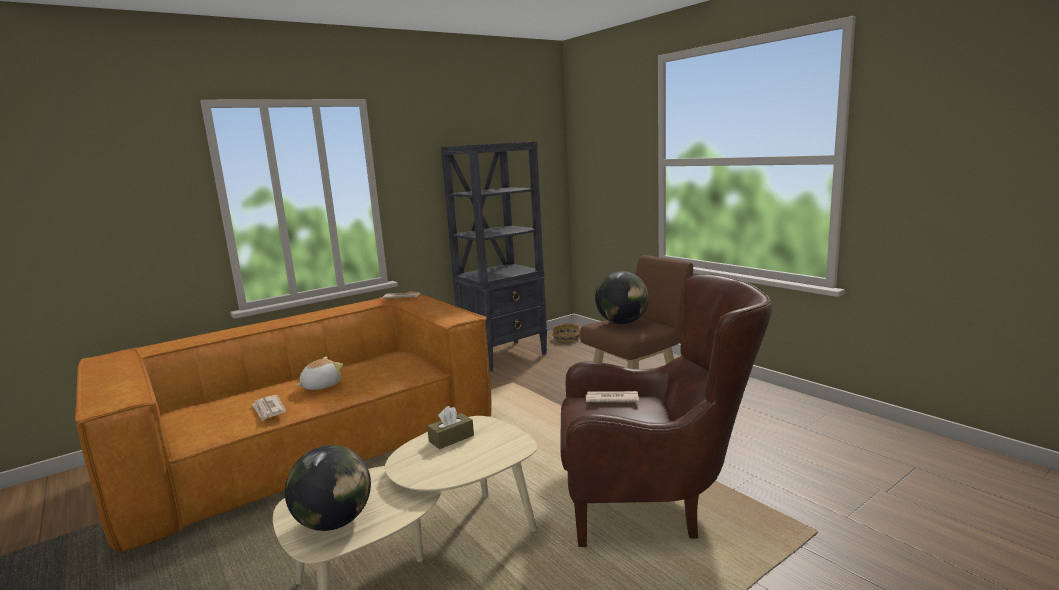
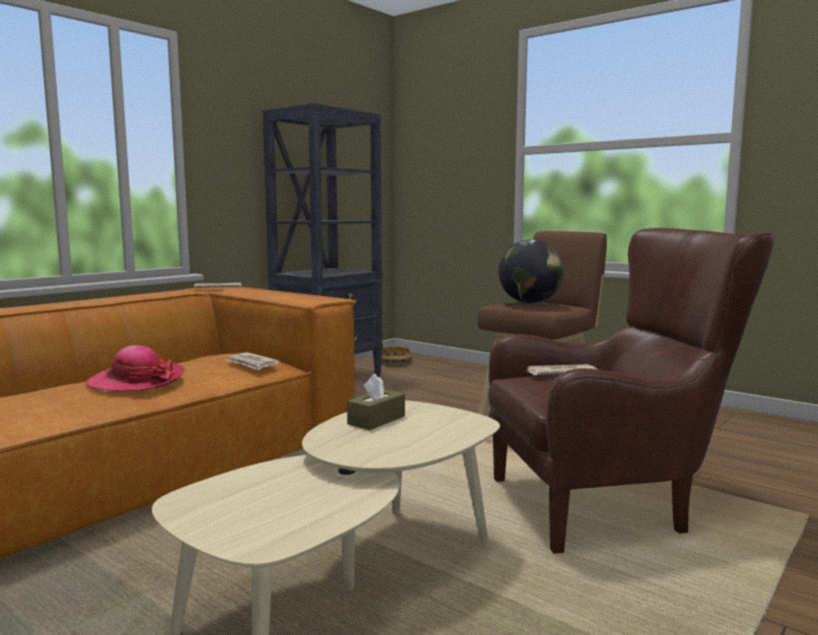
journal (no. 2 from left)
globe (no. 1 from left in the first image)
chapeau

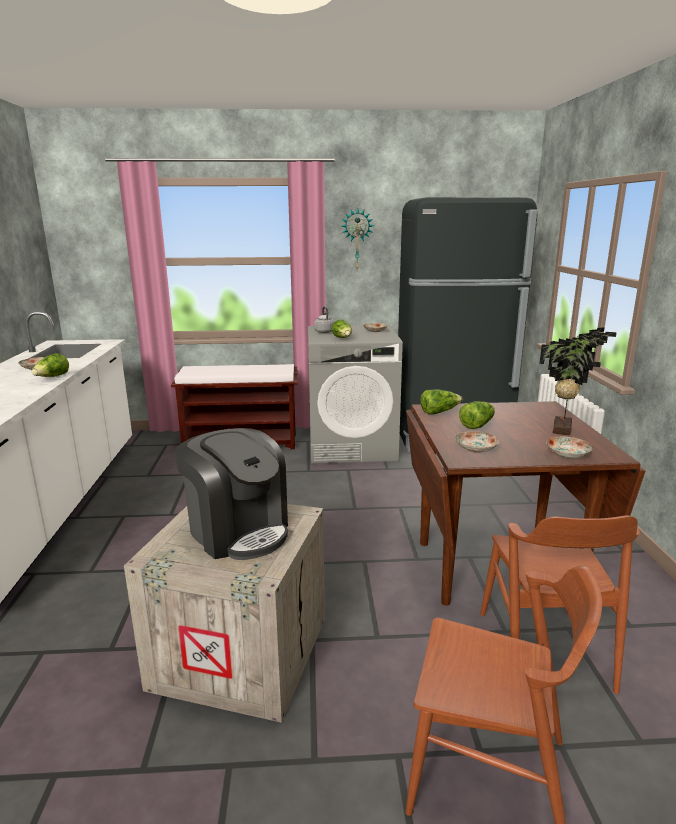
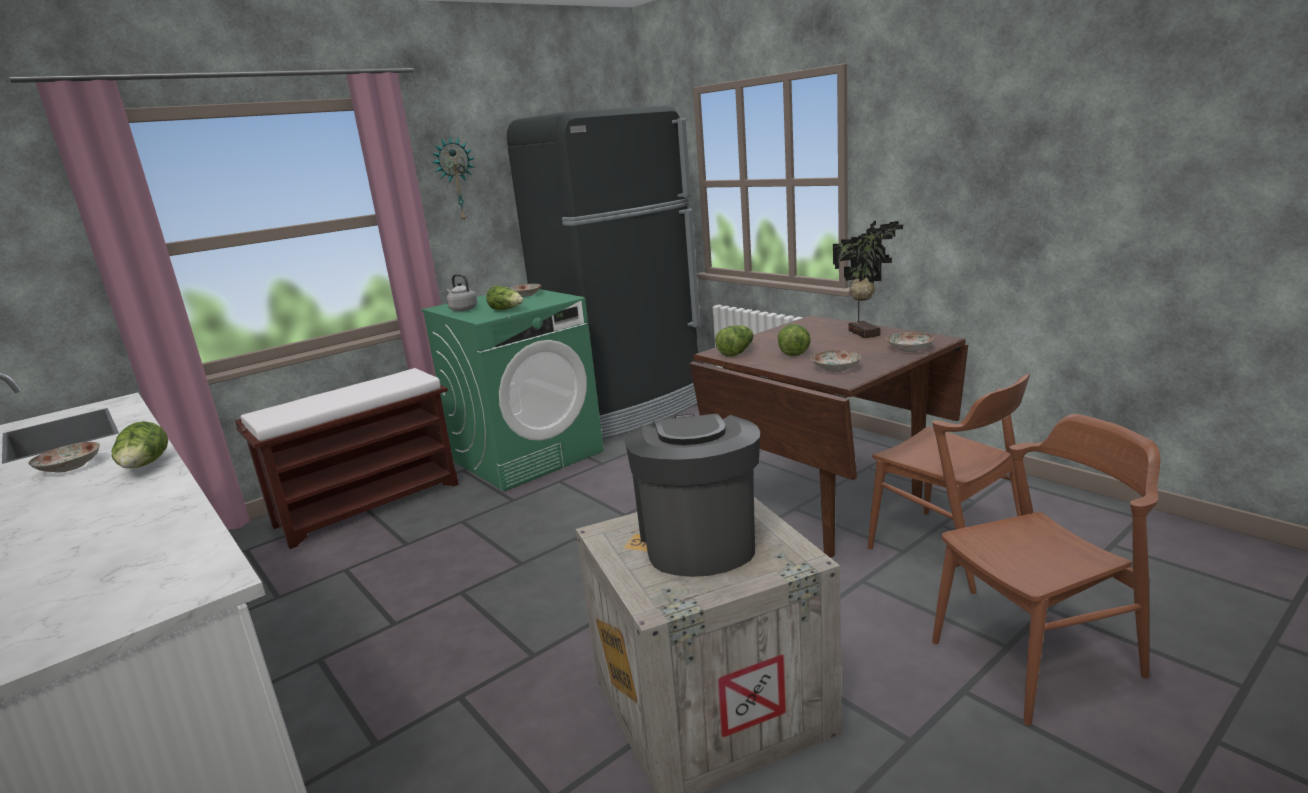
machine à café
lave-linge (vert)

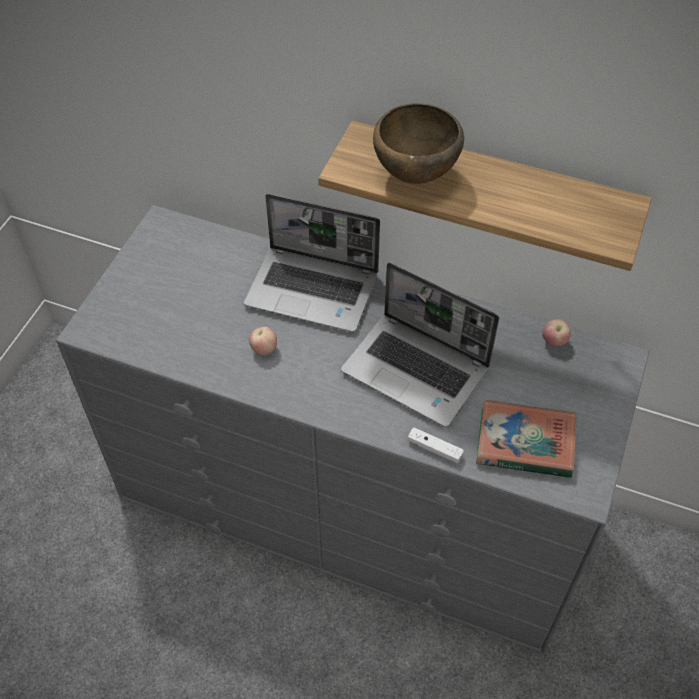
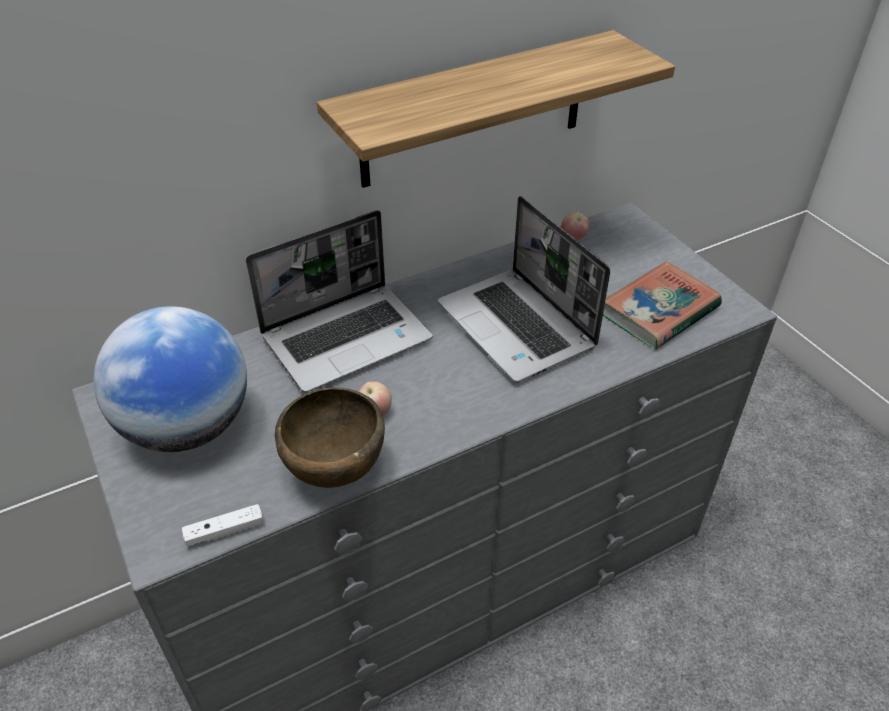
ordinateur portable (no. 2 from left)
bol (marron)
manette (blanc)
globe

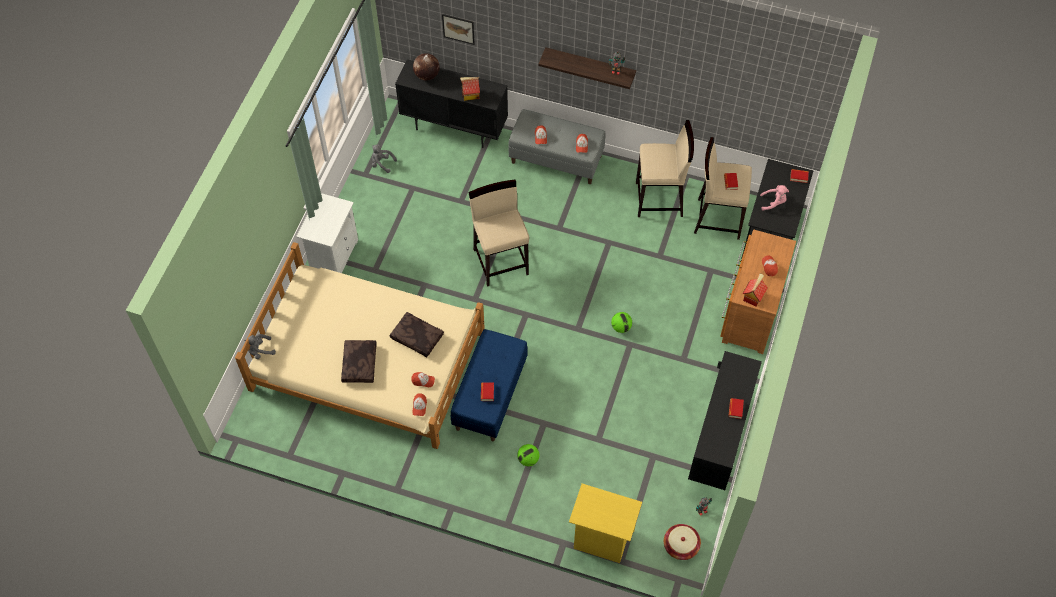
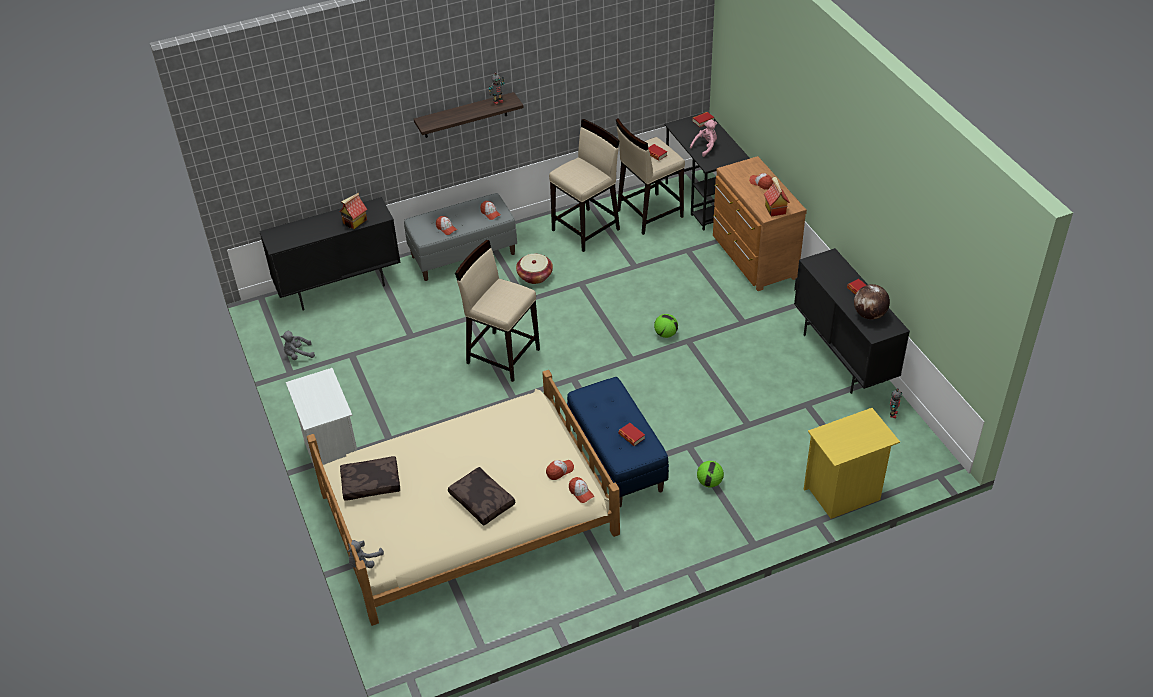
coussin (marron) (no. 1 from left)
globe
tableau
panier

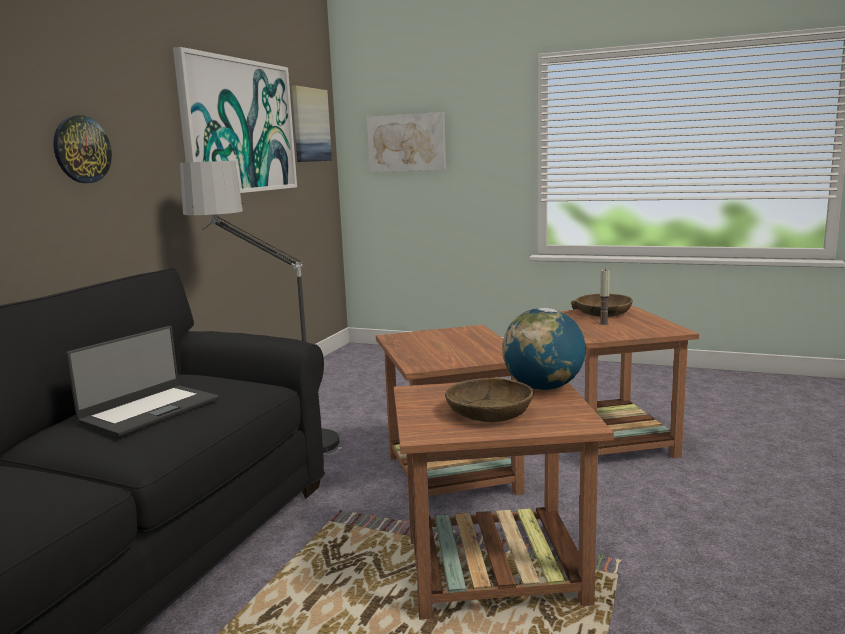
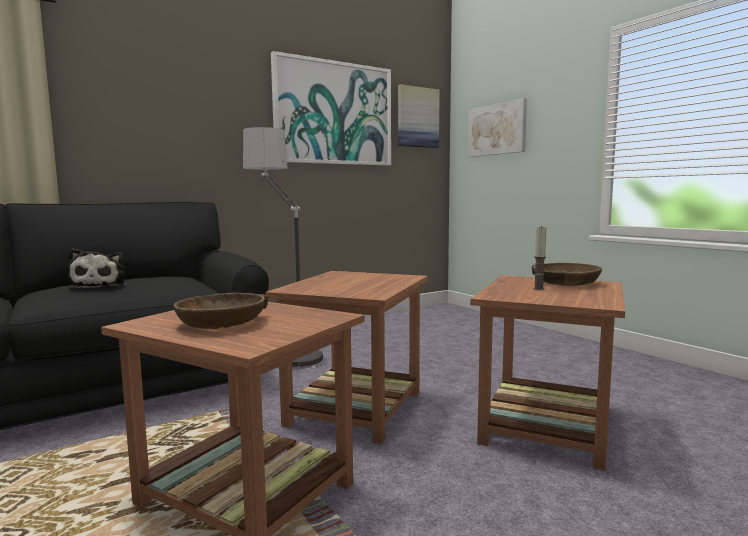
horloge murale
peluche
globe

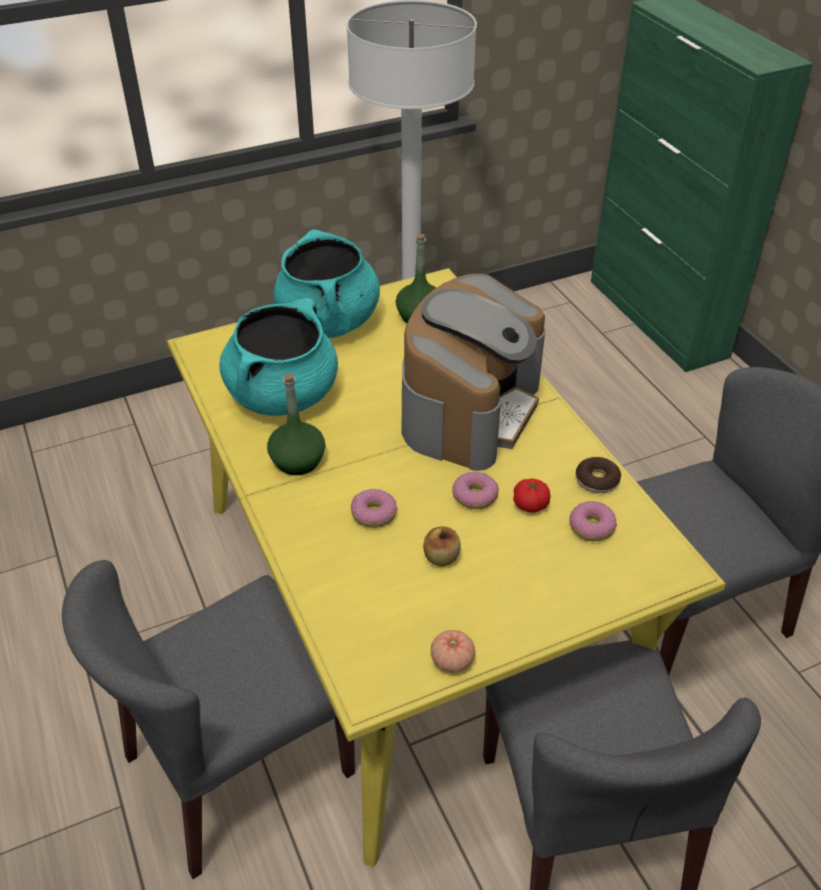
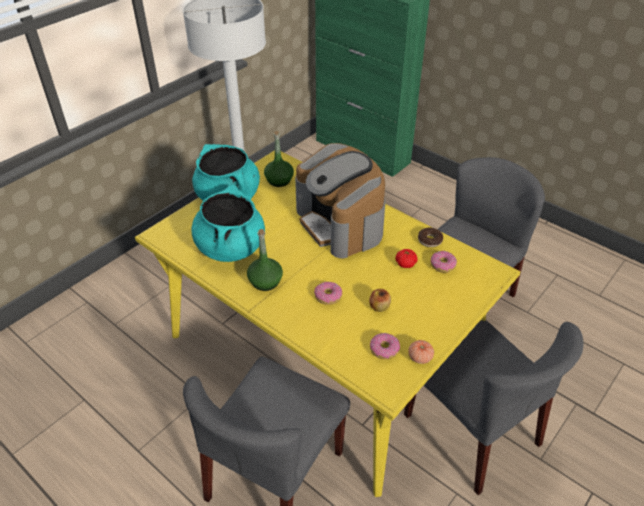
machine à café
beignet (no. 2 from left)

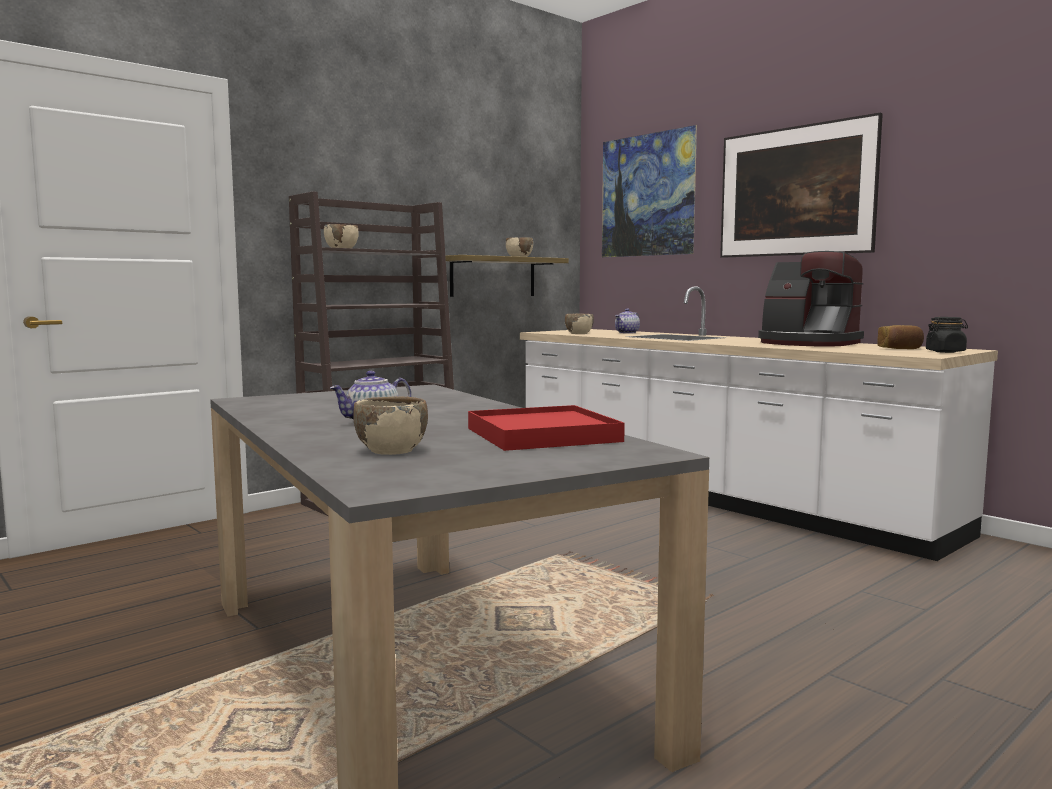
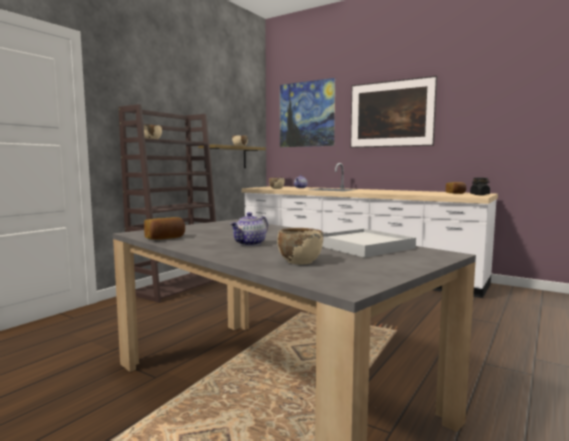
plateau (blanc)
machine à café
pain (no. 1 from left)

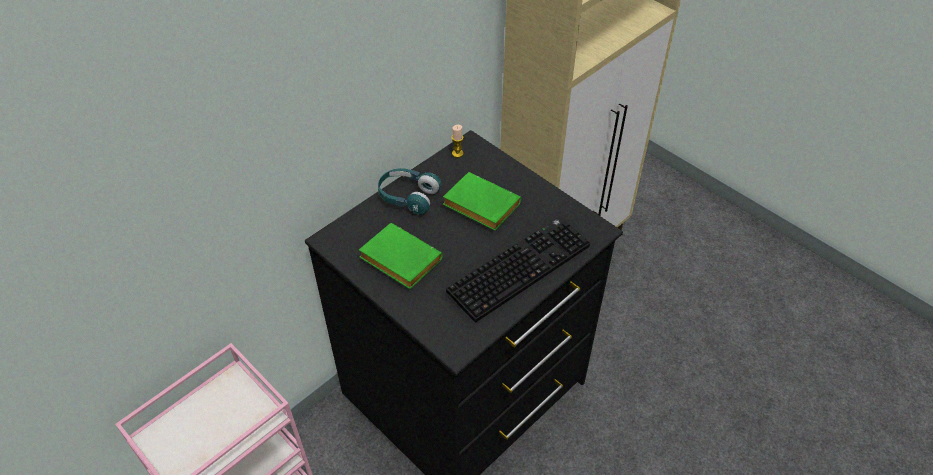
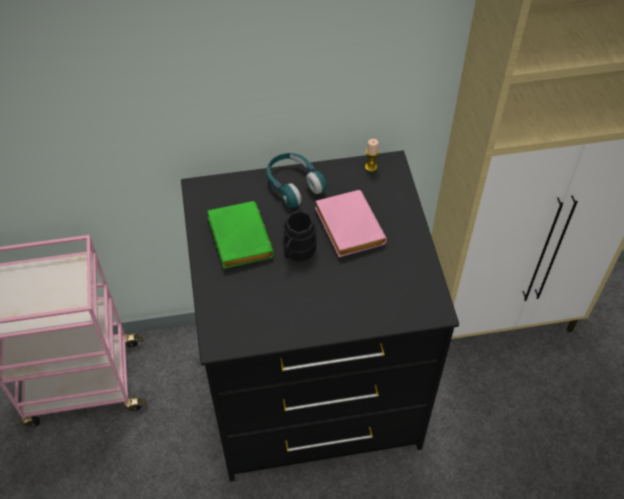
livre (rose)
clavier
mug (noir)

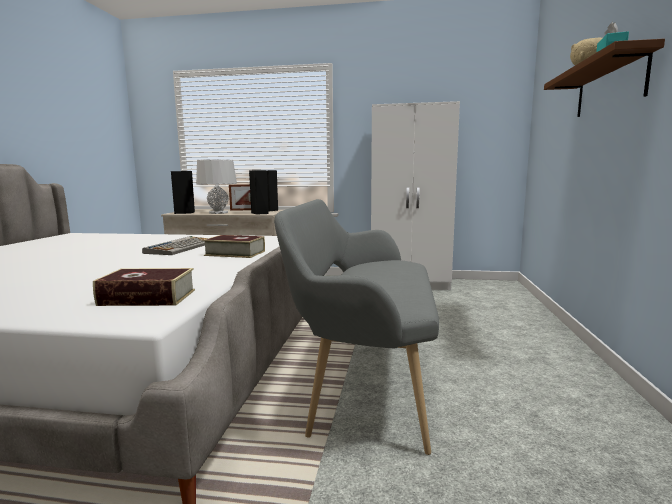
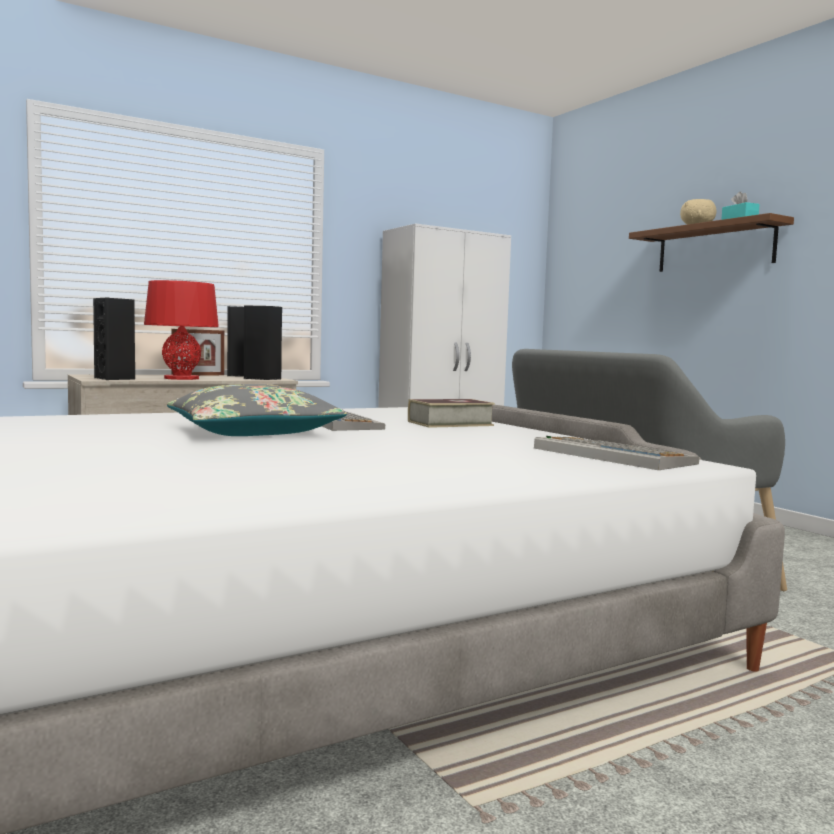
clavier (no. 2 from left)
lampe de table (rouge)
coussin (gris)

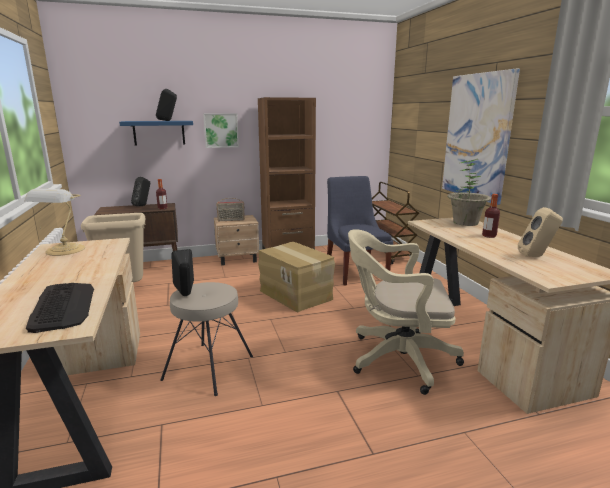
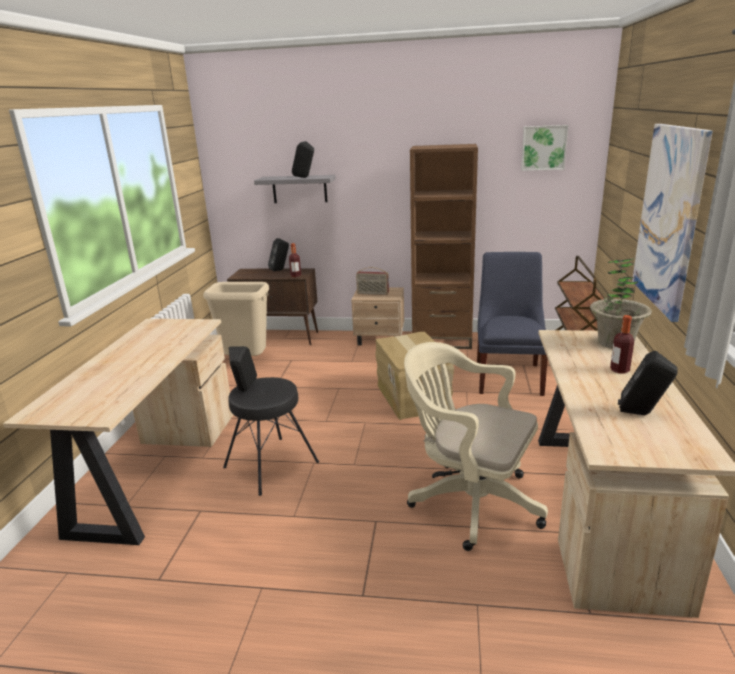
lampe de table
clavier
étagère (gris)
tabouret (noir)
tableau (no. 1 from left)
enceinte (noir) (no. 4 from left)

